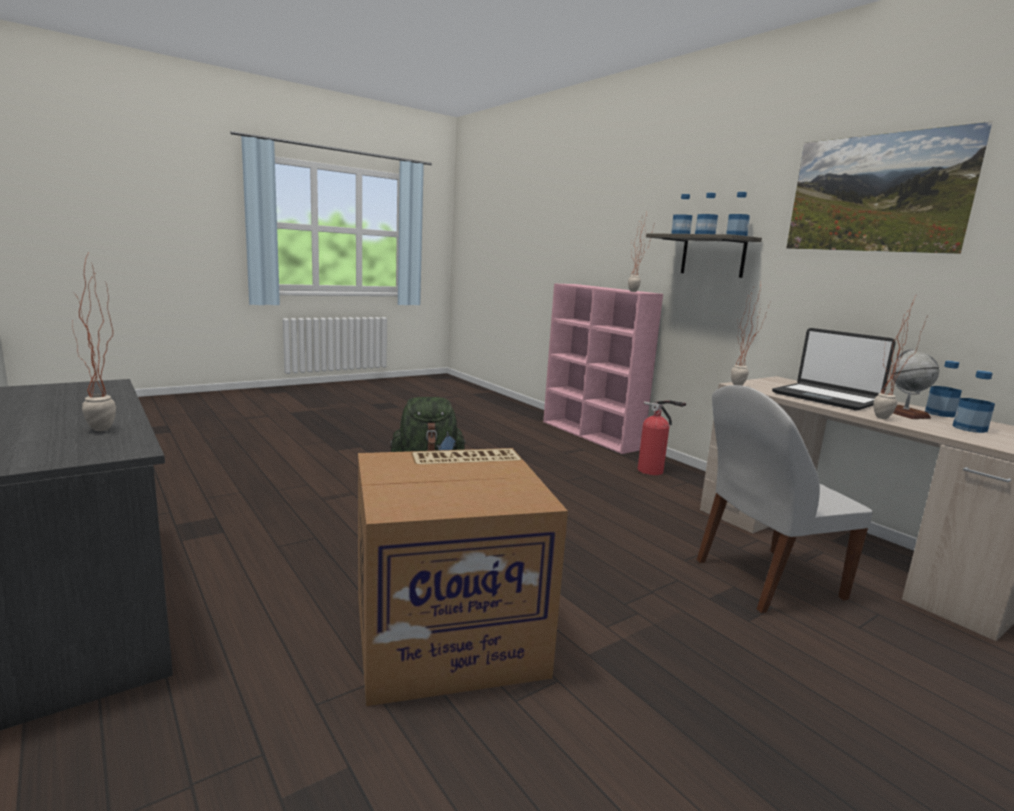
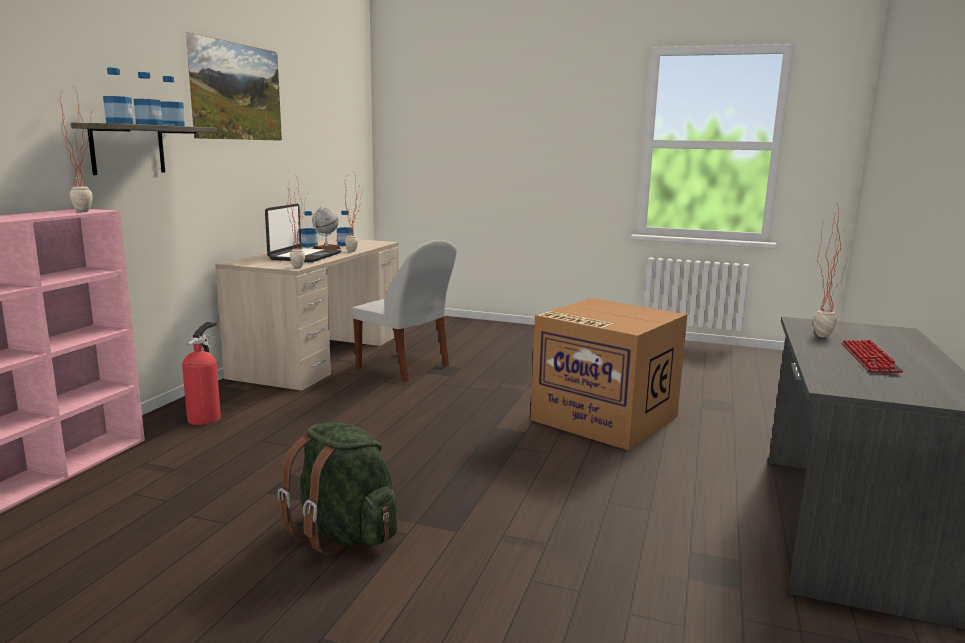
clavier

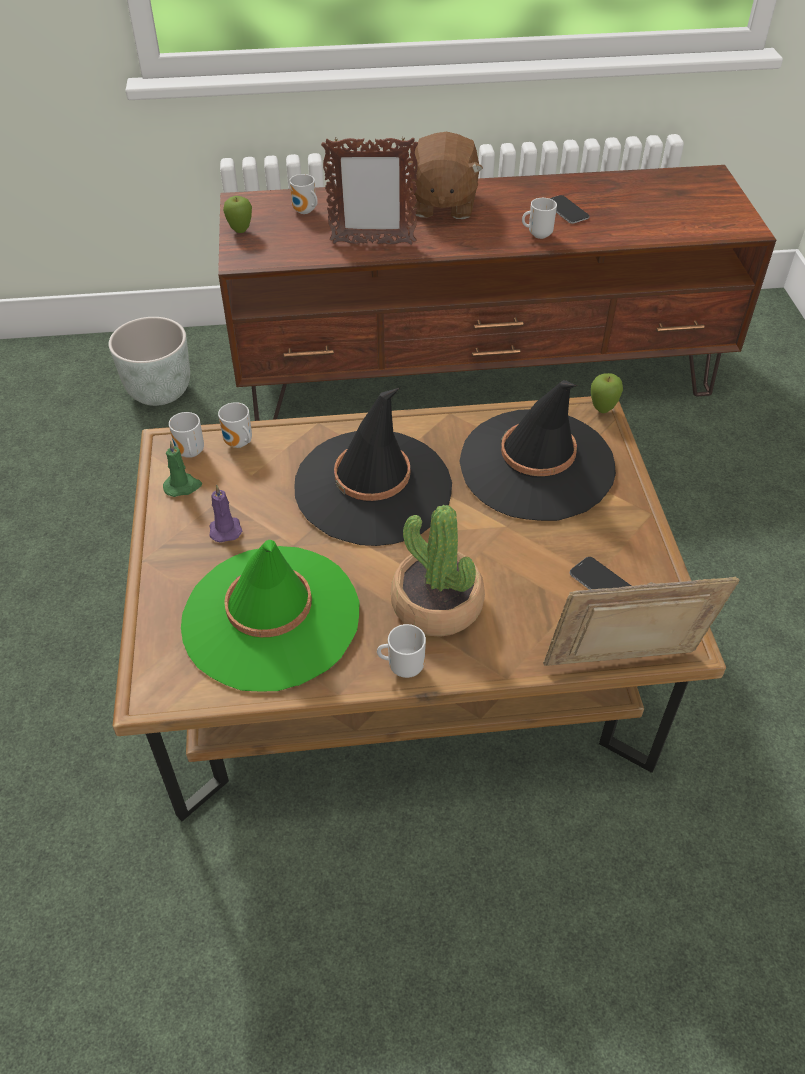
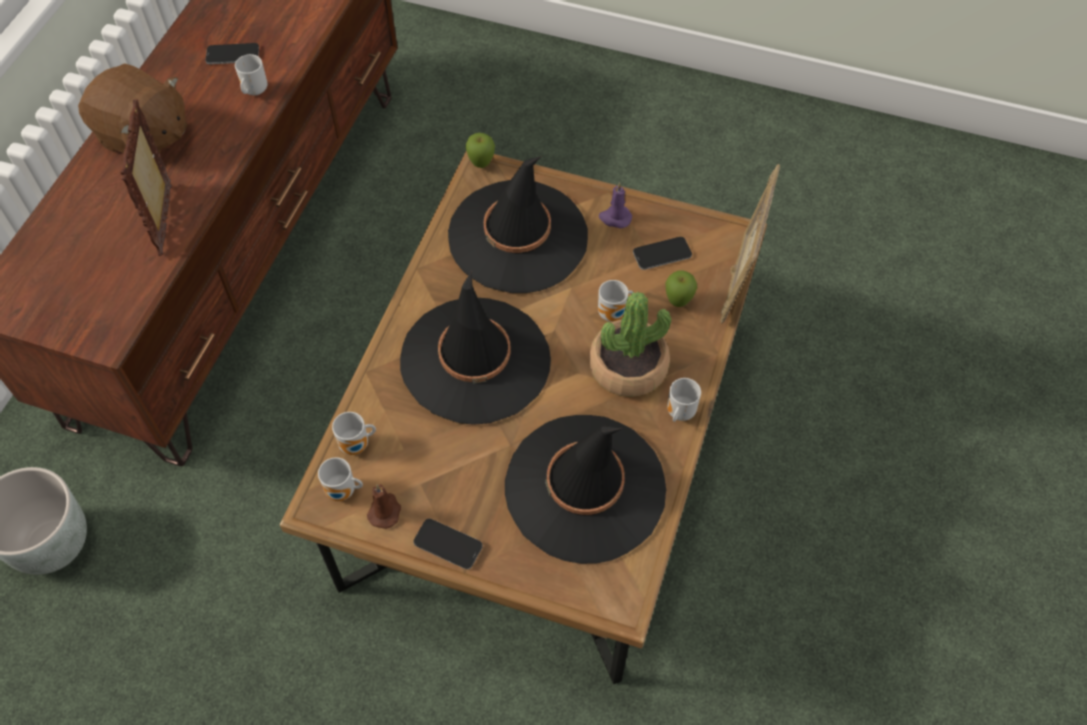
bougie (marron)
chapeau (noir) (no. 3 from left)
bougie (violet)
pomme (no. 2 from left)
mug (no. 4 from left)
cadre photo (no. 1 from left)
téléphone (no. 2 from left)

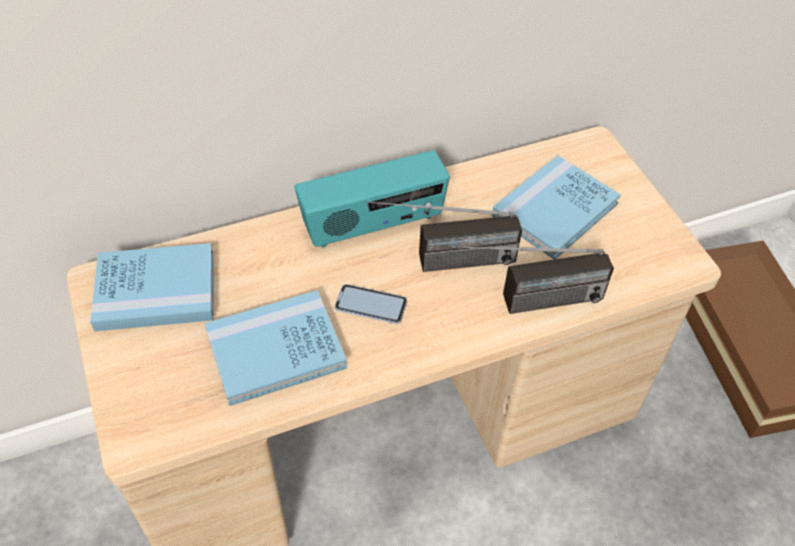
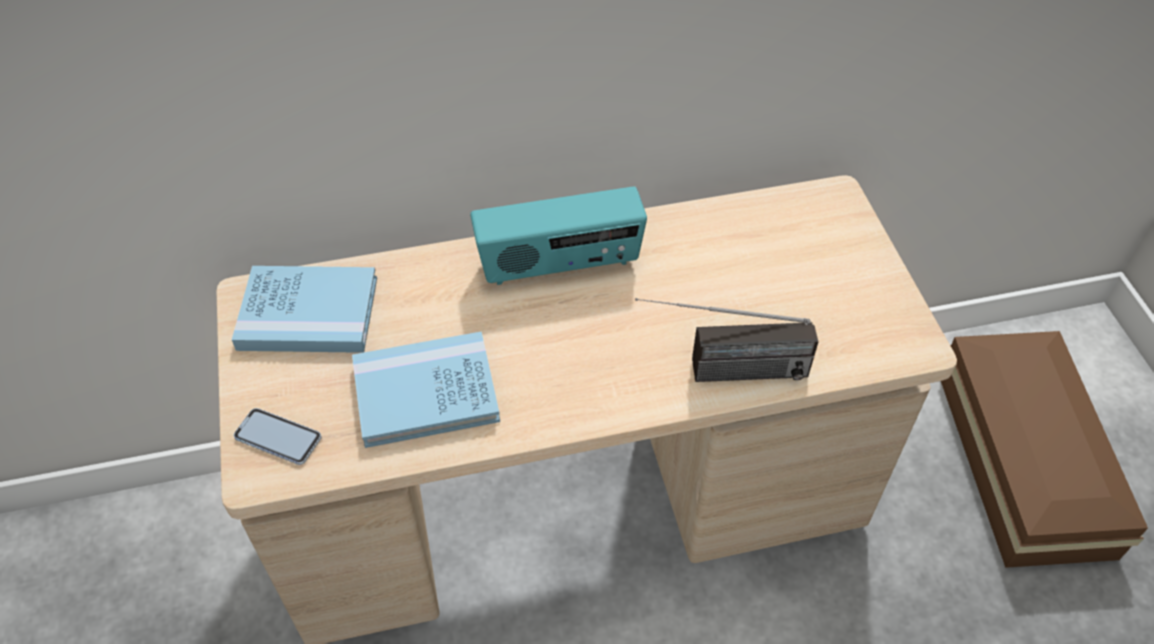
téléphone
radio (no. 2 from left in the first image)
livre (bleu) (no. 3 from left in the first image)

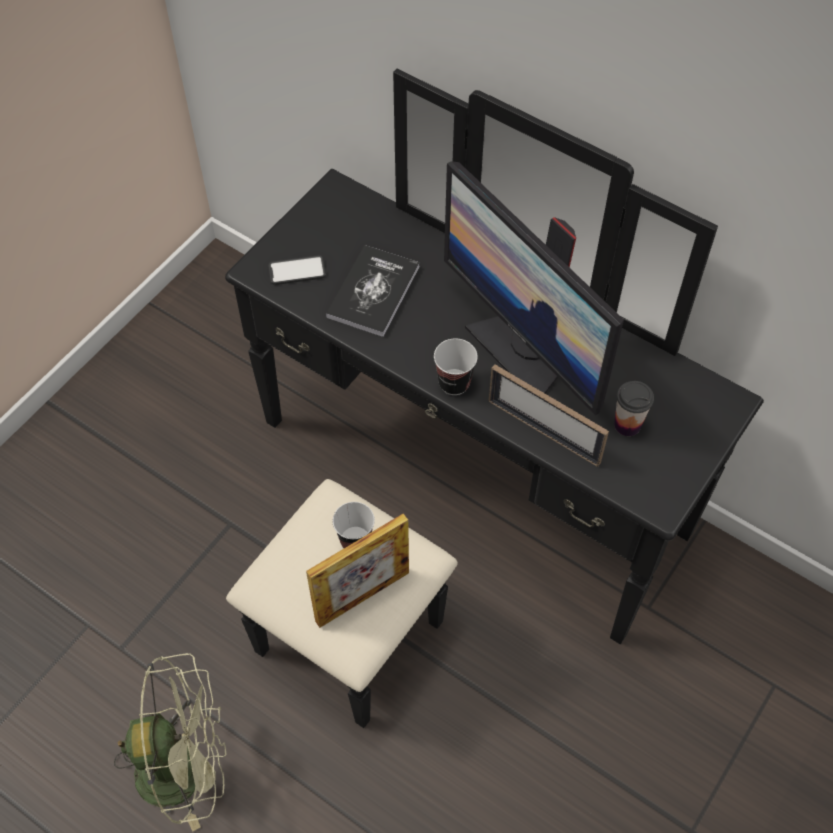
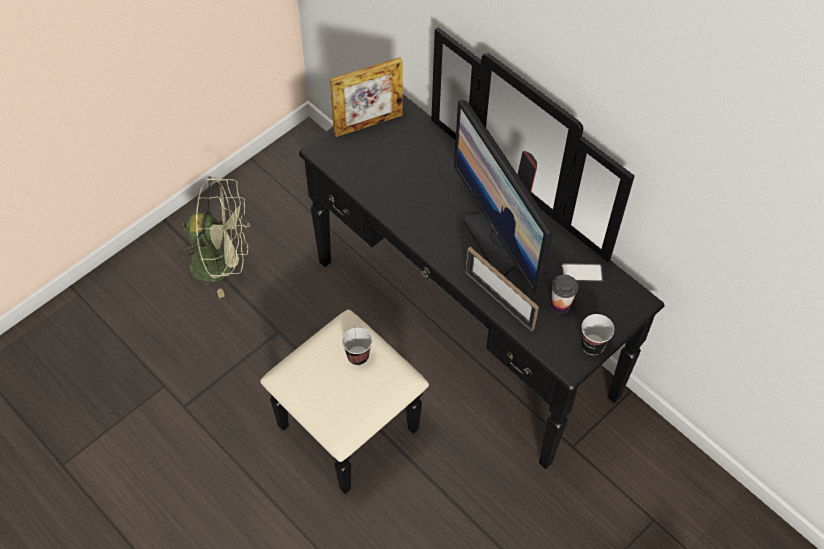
ventilateur (vert)
téléphone
cadre photo (no. 1 from left)
livre
tasse (no. 3 from left)

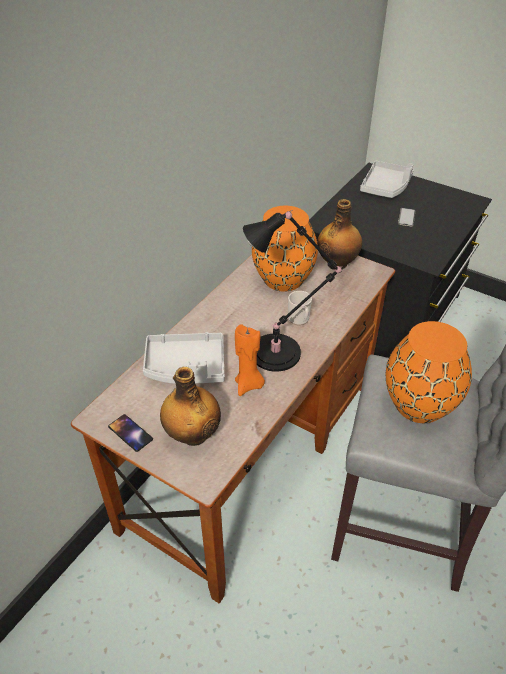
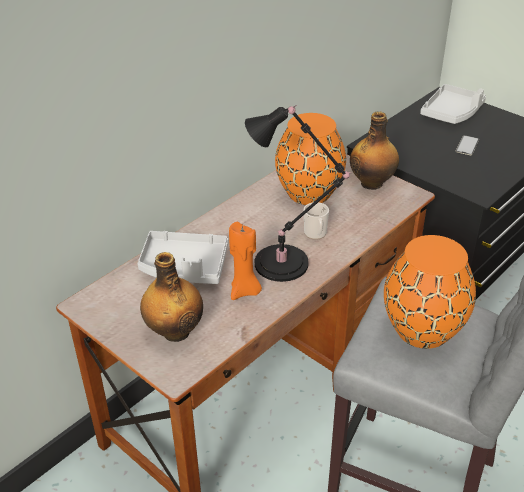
téléphone (no. 1 from left in the first image)

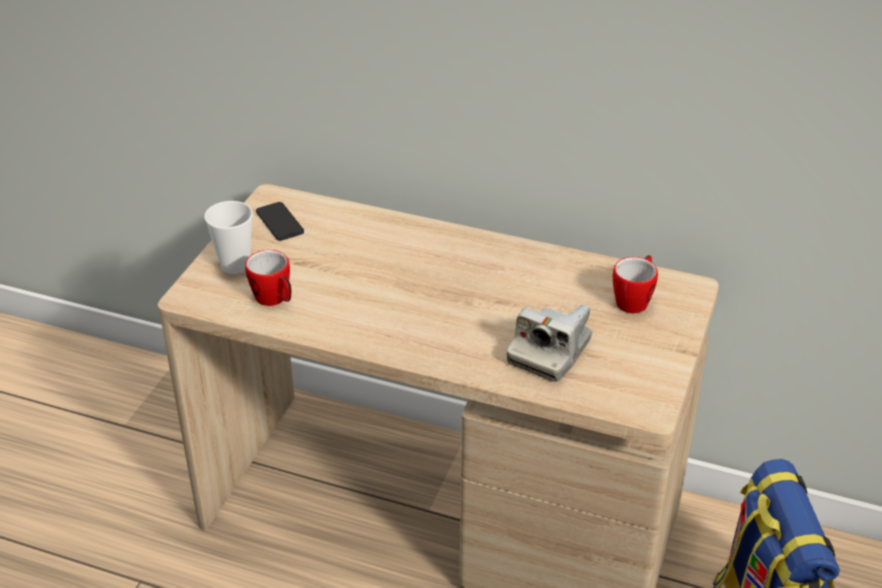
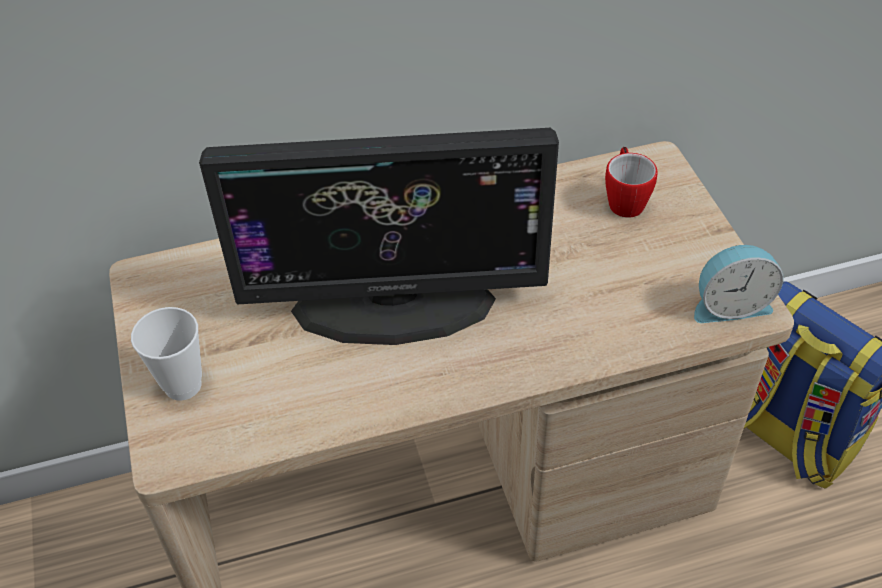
mug (no. 1 from left in the first image)
téléphone
appareil photo
écran d'ordinateur
réveil

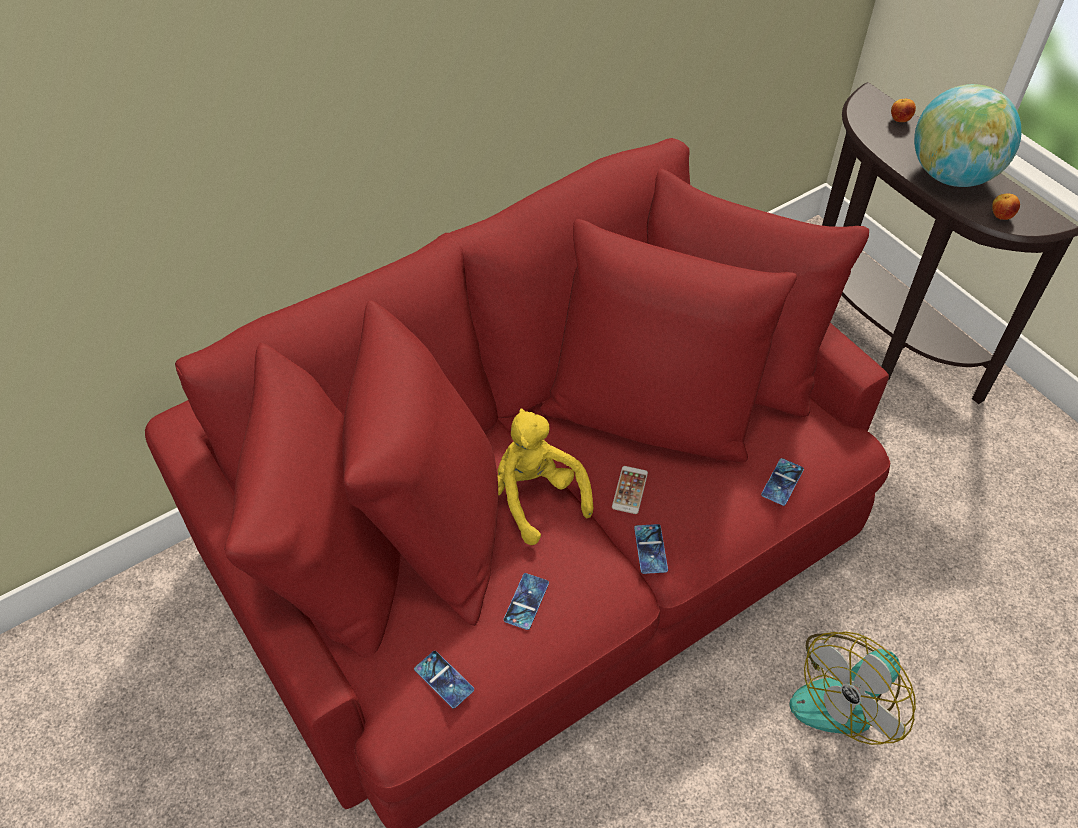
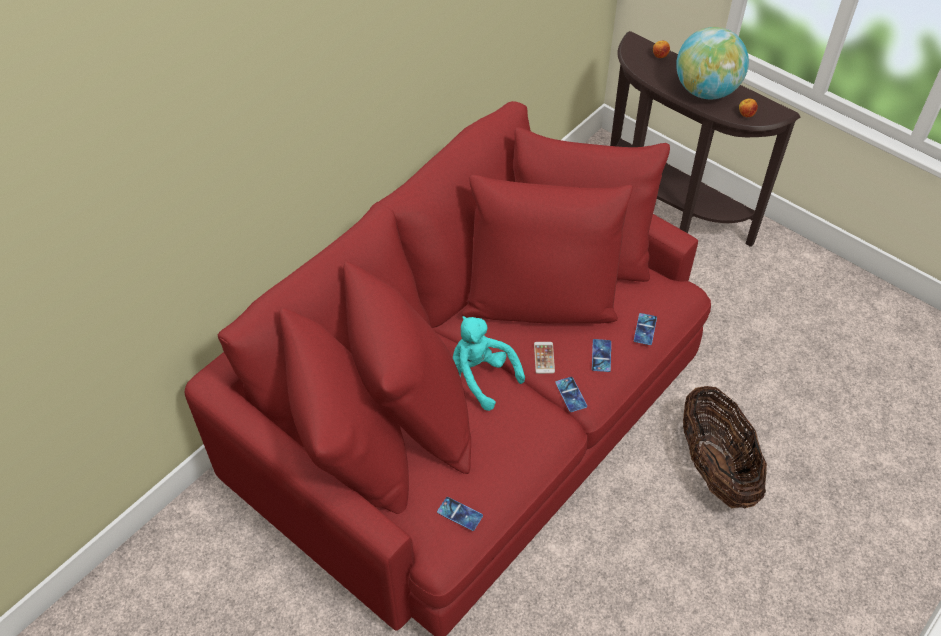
peluche (turquoise)
téléphone (no. 4 from left)
panier

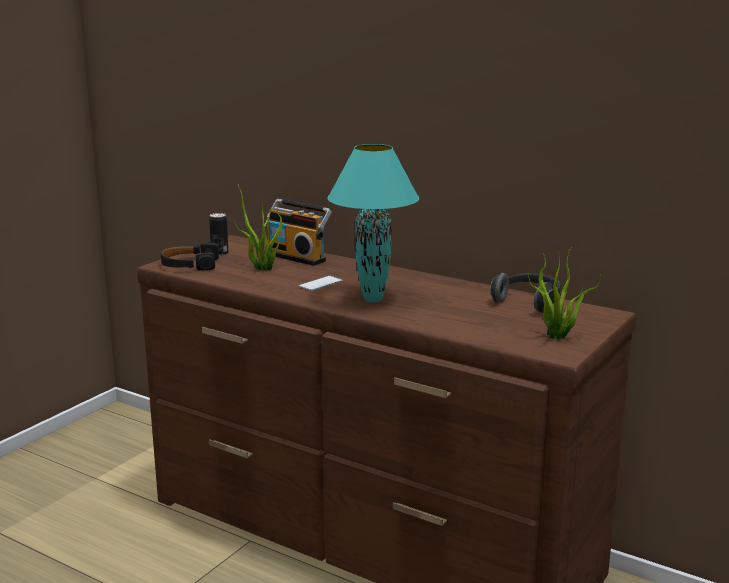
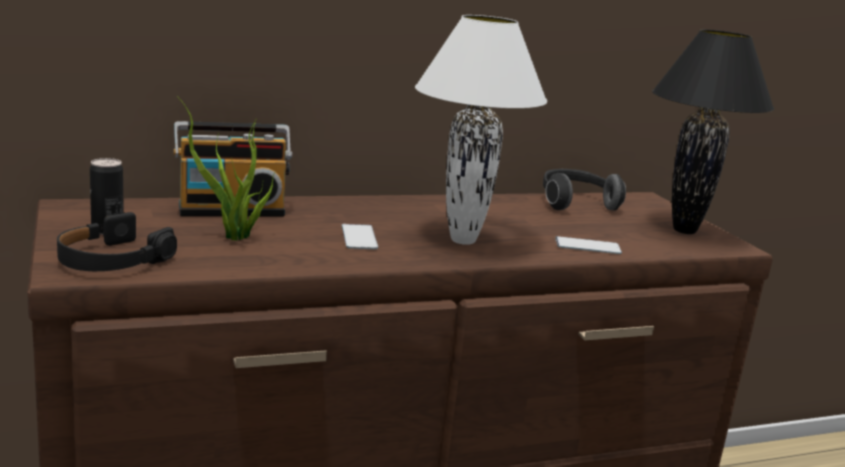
lampe de table (blanc)
lampe de table (noir)
téléphone (no. 2 from left)

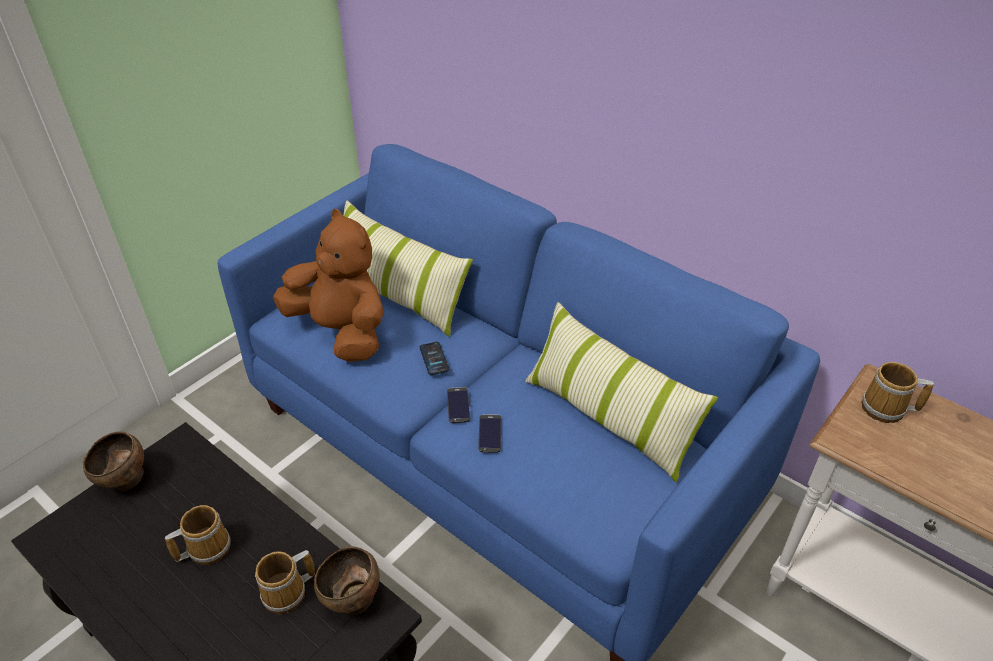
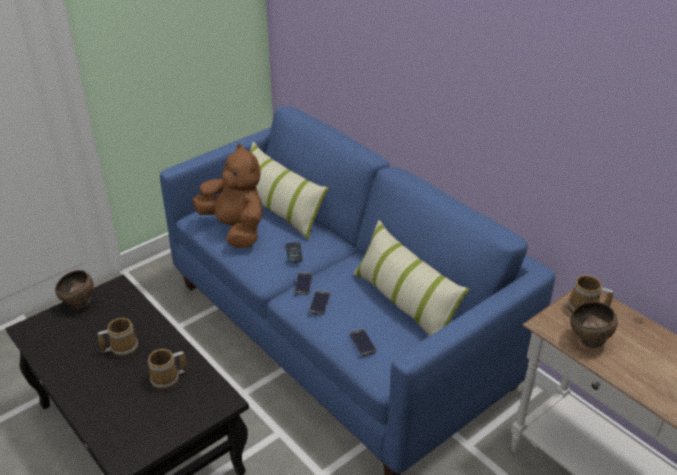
bol (marron) (no. 2 from left)
téléphone (no. 4 from left)

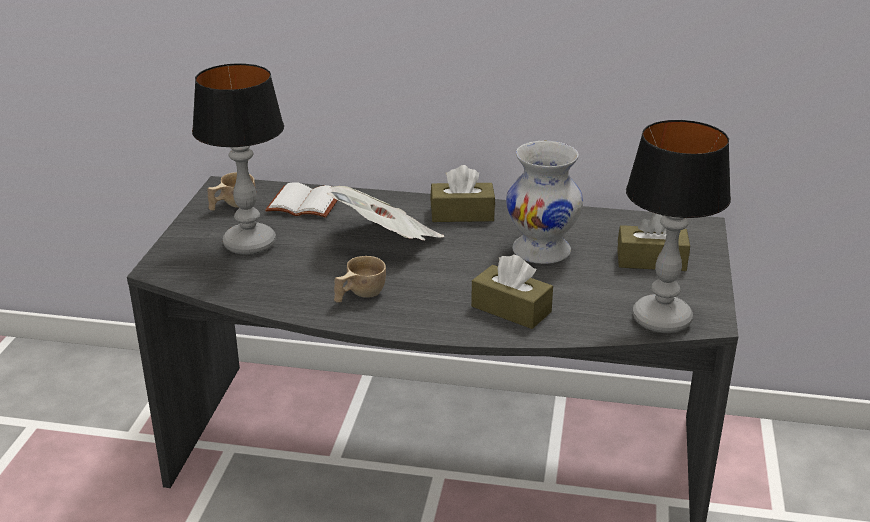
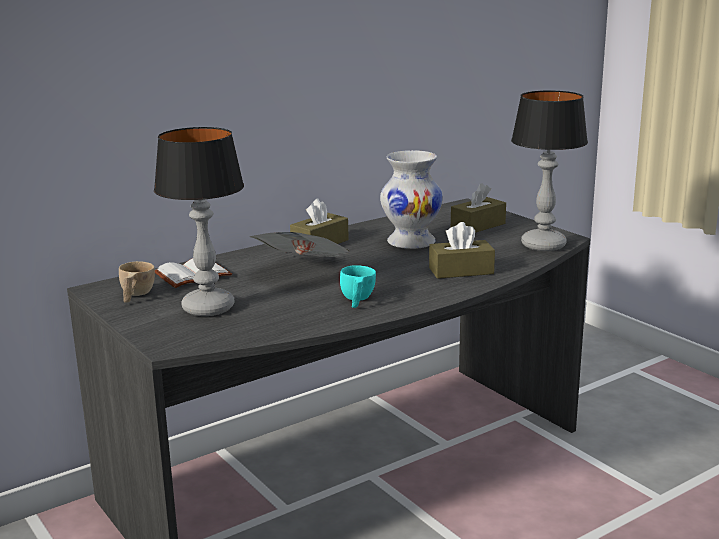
tasse (turquoise)

